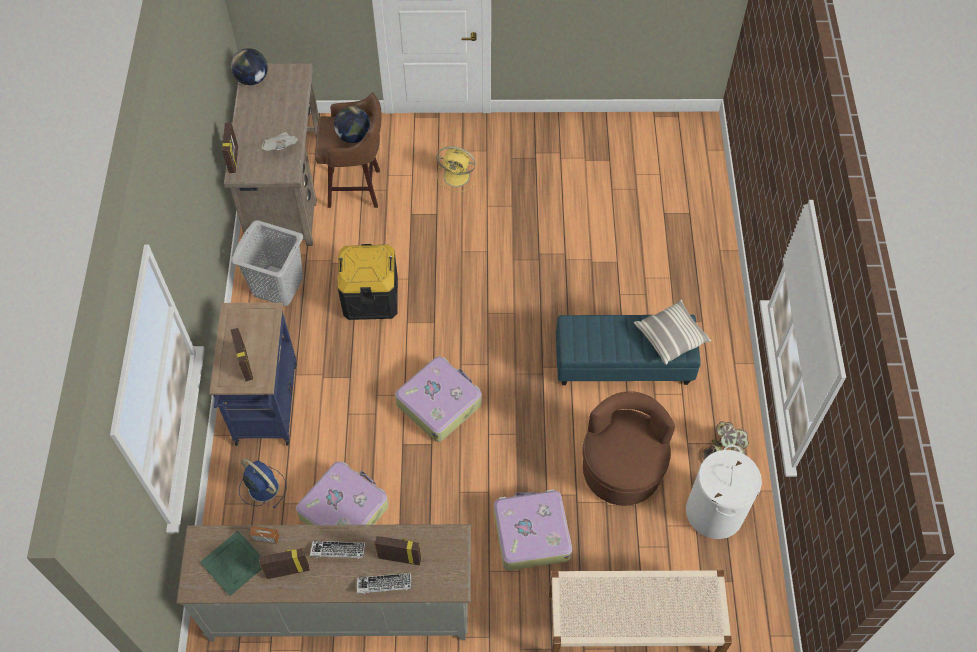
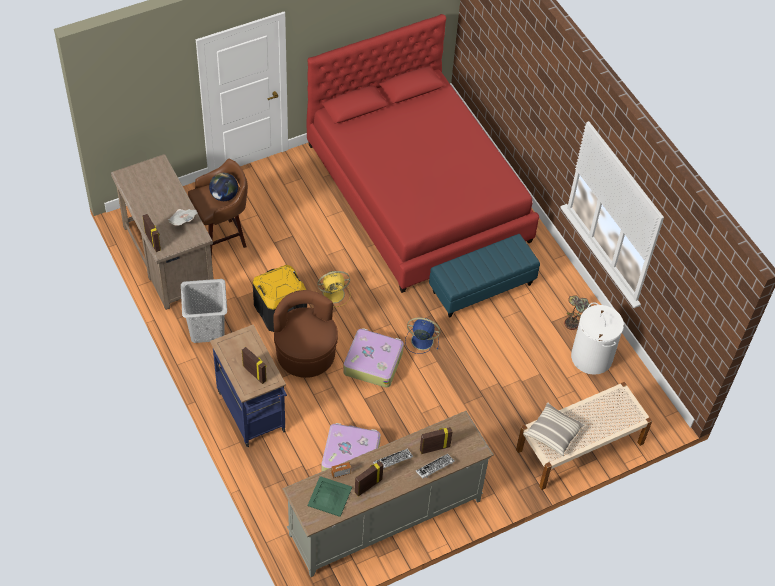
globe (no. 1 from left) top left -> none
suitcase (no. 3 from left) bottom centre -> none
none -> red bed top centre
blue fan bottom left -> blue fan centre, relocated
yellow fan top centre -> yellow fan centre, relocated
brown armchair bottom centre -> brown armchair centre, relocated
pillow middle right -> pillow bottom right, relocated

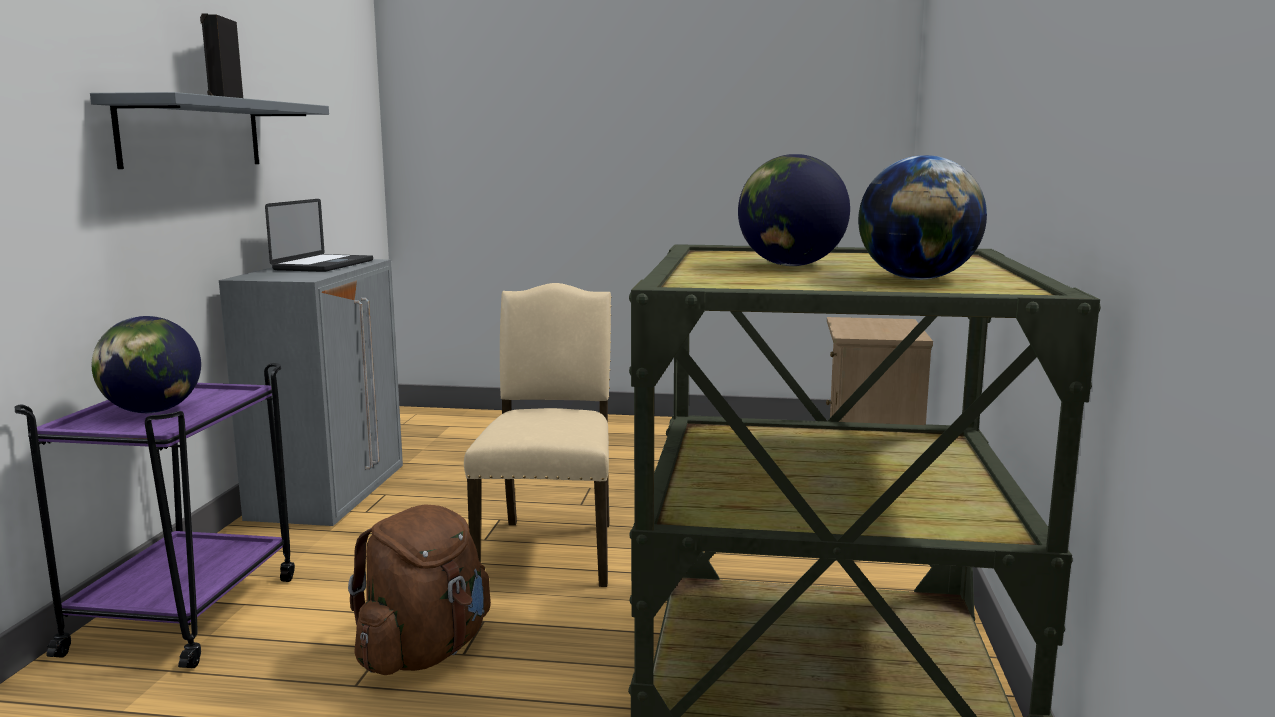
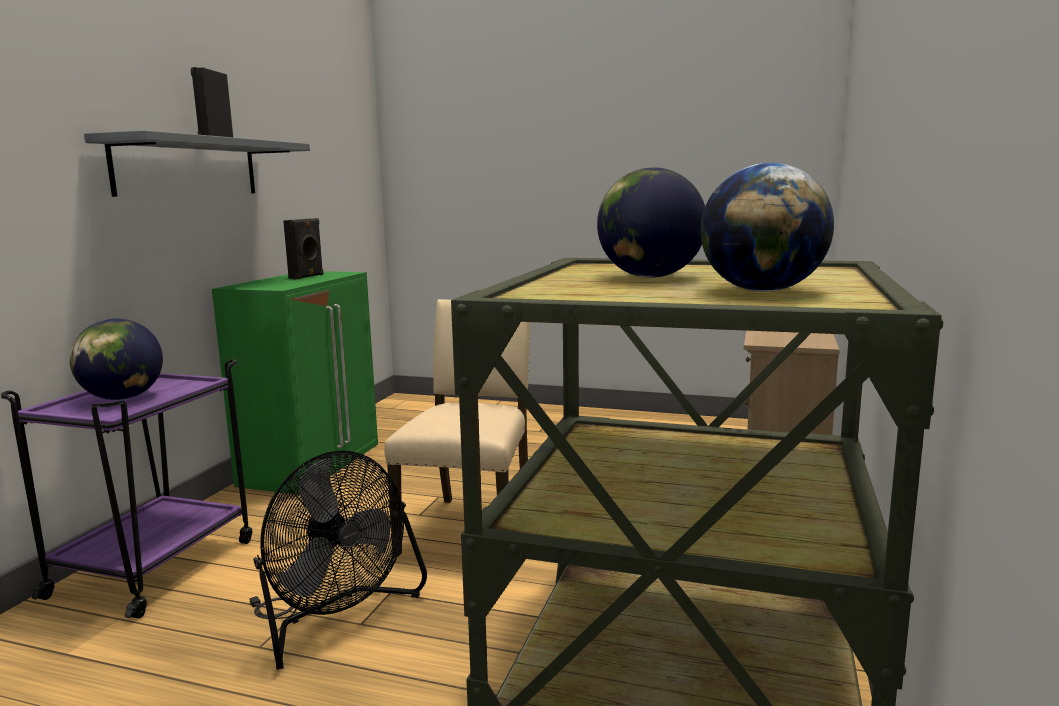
laptop top left -> black speaker (no. 2 from left) middle left
brown backpack bottom left -> black fan bottom left
grey cabinet middle left -> green cabinet middle left

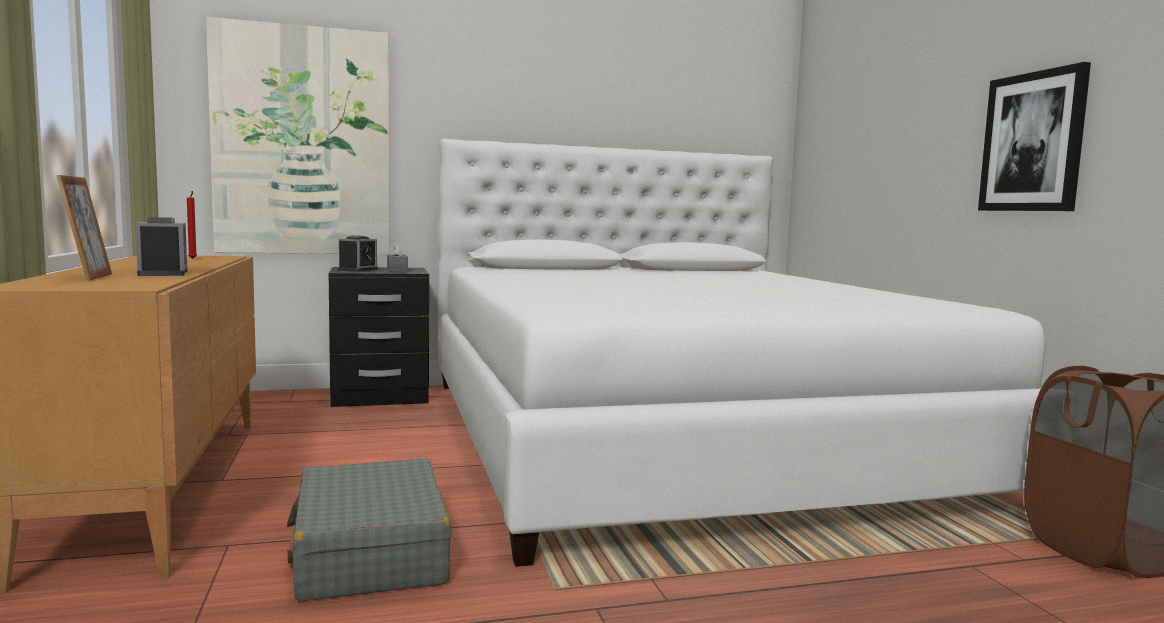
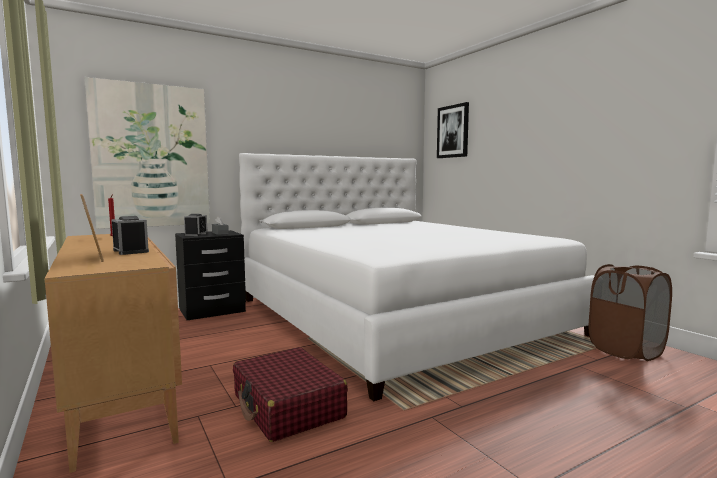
picture (no. 2 from left) top right -> picture (no. 2 from left) top centre, relocated
grey suitcase bottom left -> red suitcase bottom centre

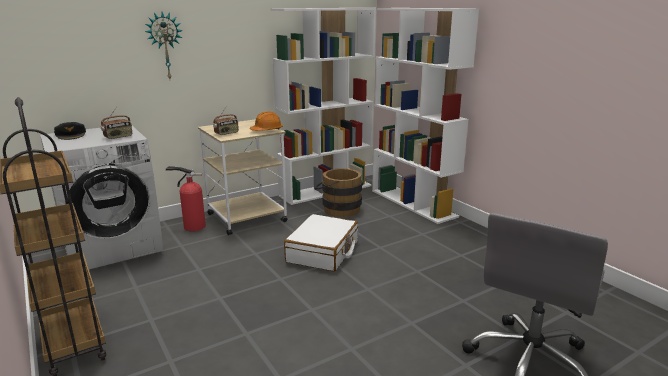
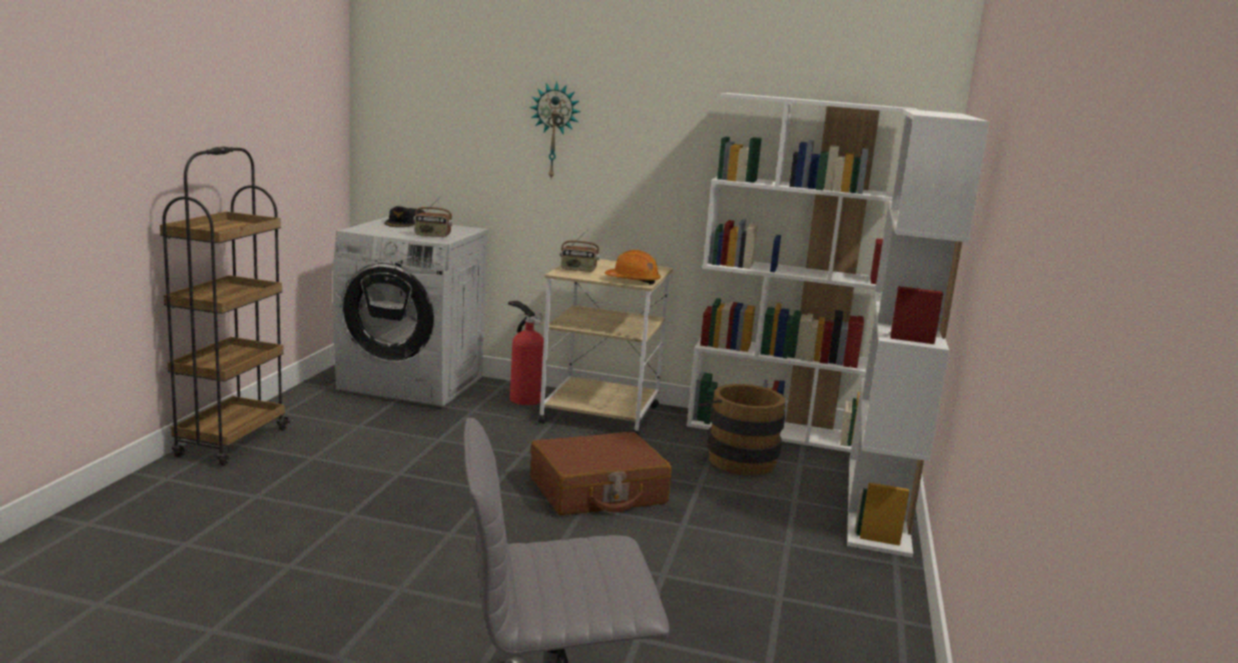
white suitcase centre -> brown suitcase bottom centre

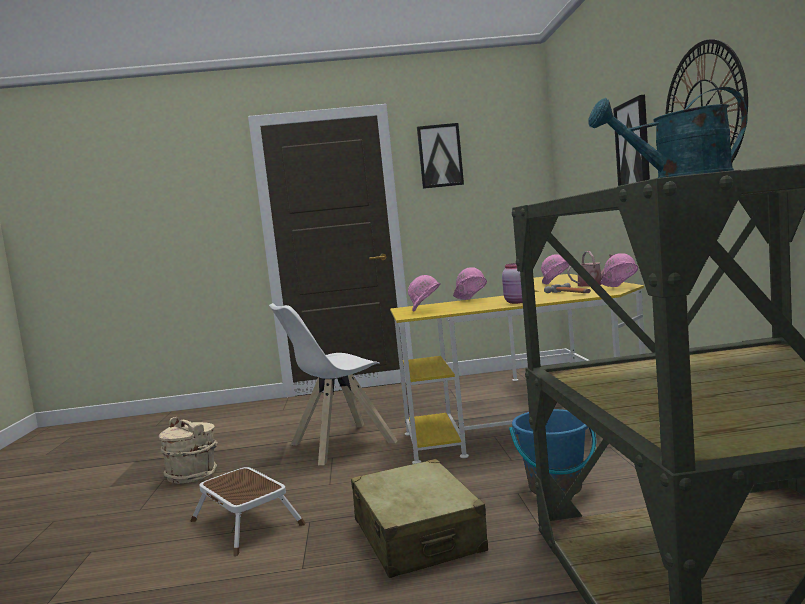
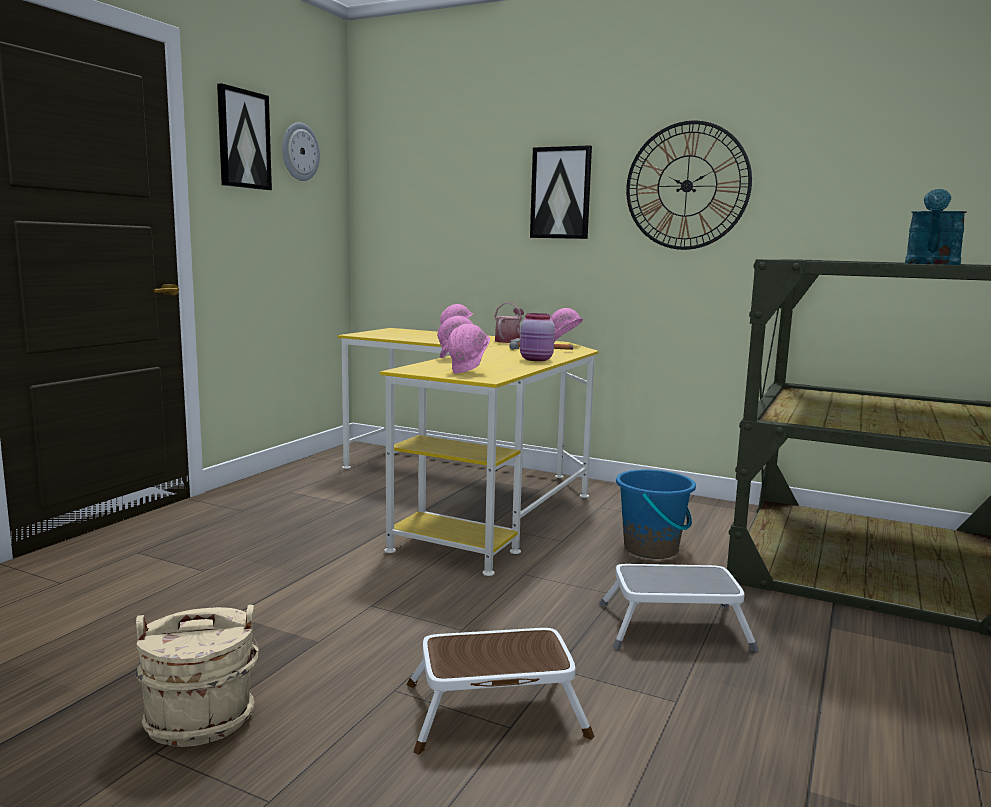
white chair centre -> none
none -> wall clock (no. 1 from left) top left
beige suitcase bottom centre -> grey step ladder bottom right

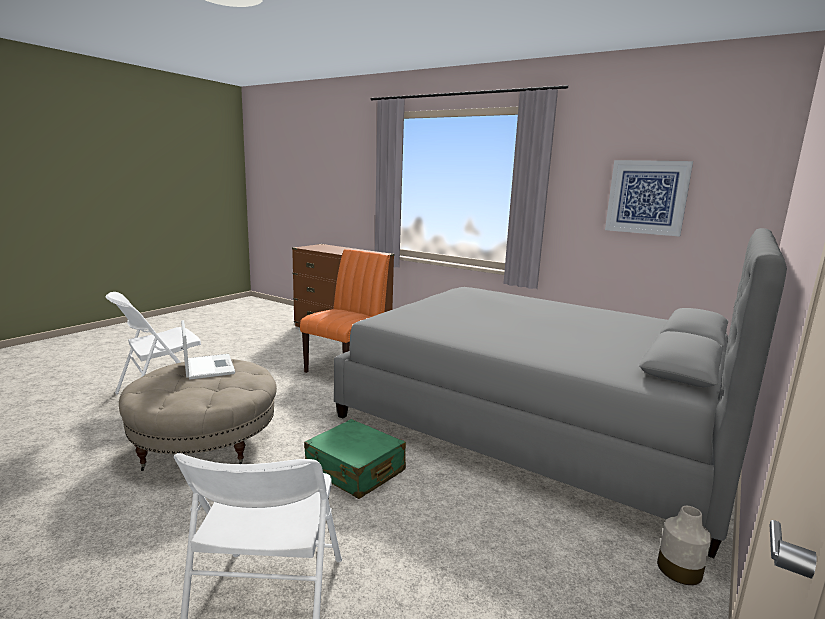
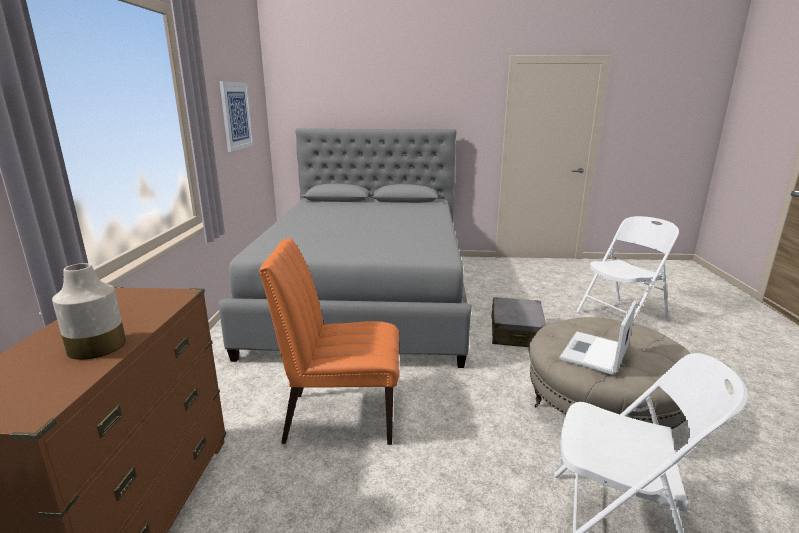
beige vase bottom right -> beige vase middle left, relocated
green suitcase bottom centre -> grey suitcase centre

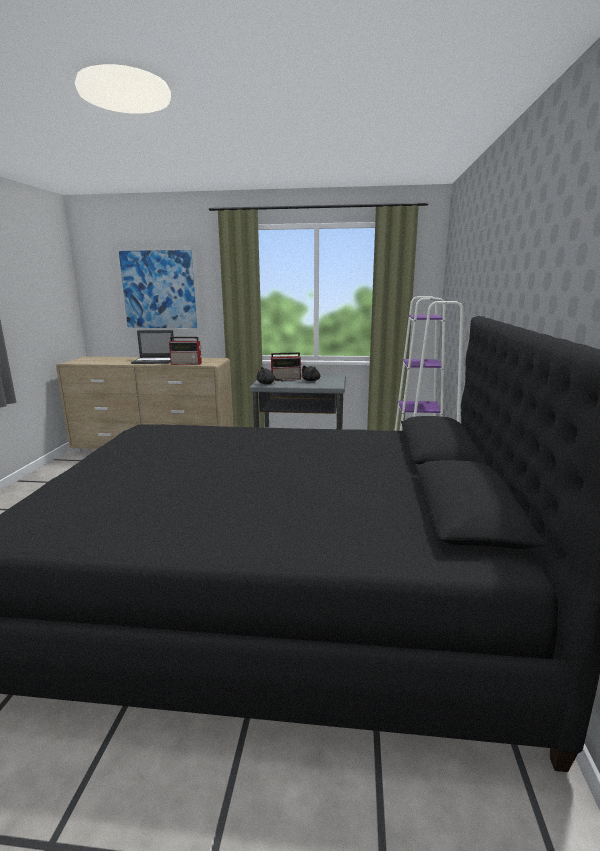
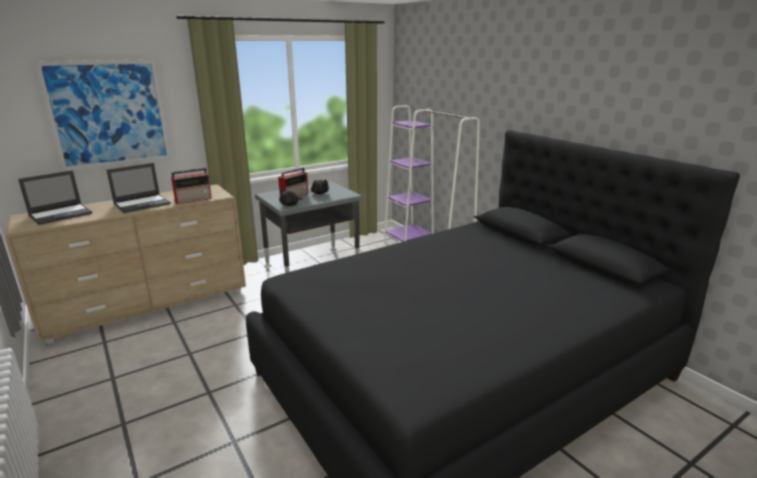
none -> laptop (no. 1 from left) middle left

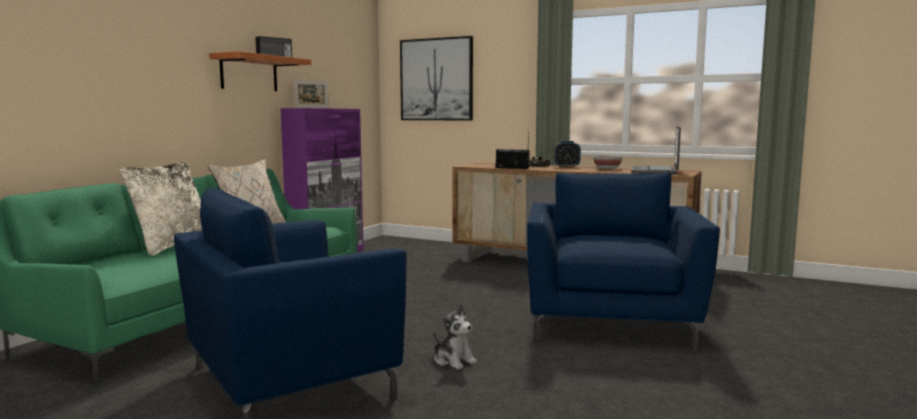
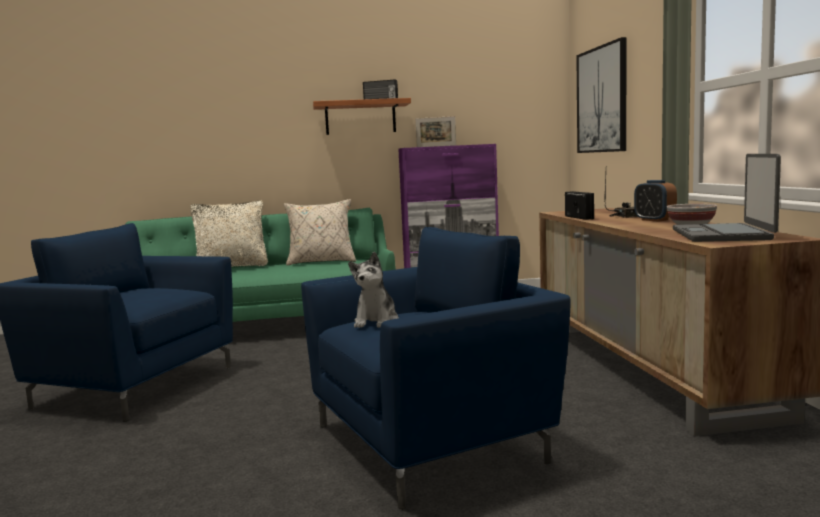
plush toy bottom centre -> plush toy centre, relocated
laptop middle right, 60 degrees counterclockwise

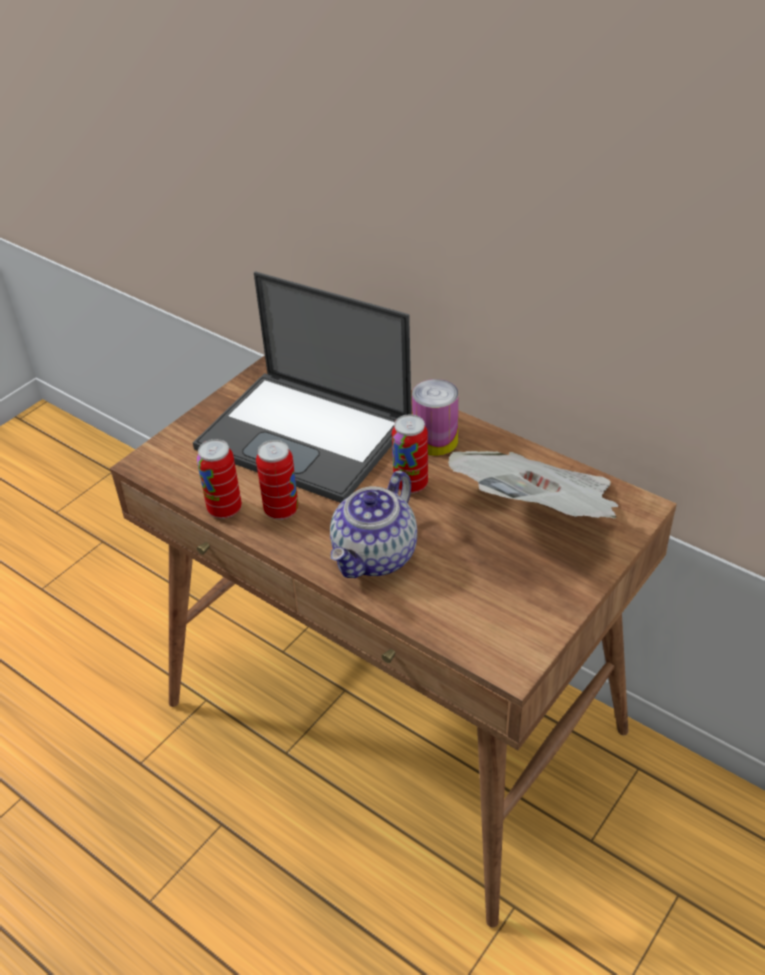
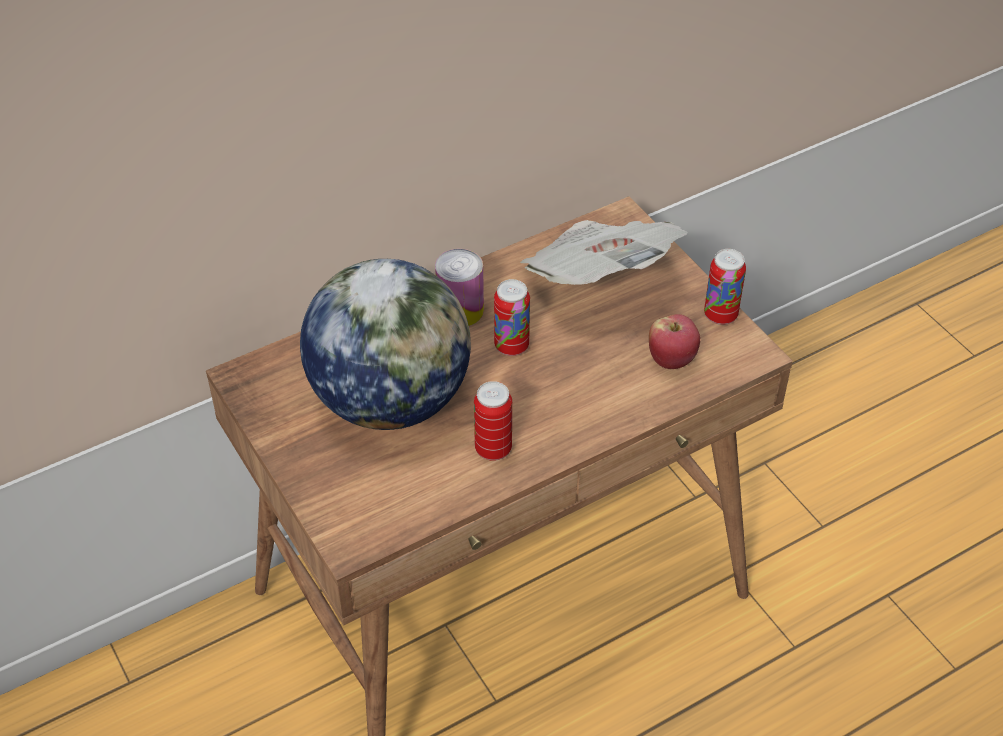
teapot centre -> none
none -> apple middle right
can (no. 1 from left in the first image) middle left -> can (no. 4 from left) middle right, relocated
laptop centre -> globe centre

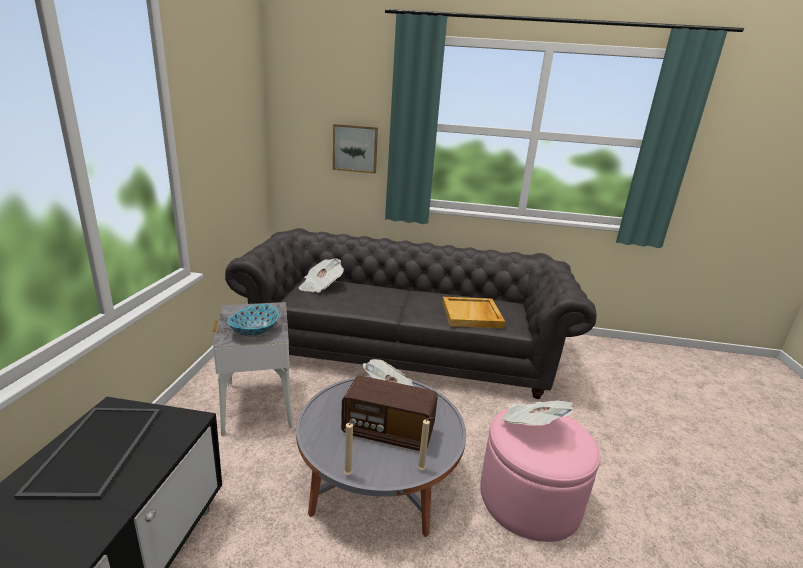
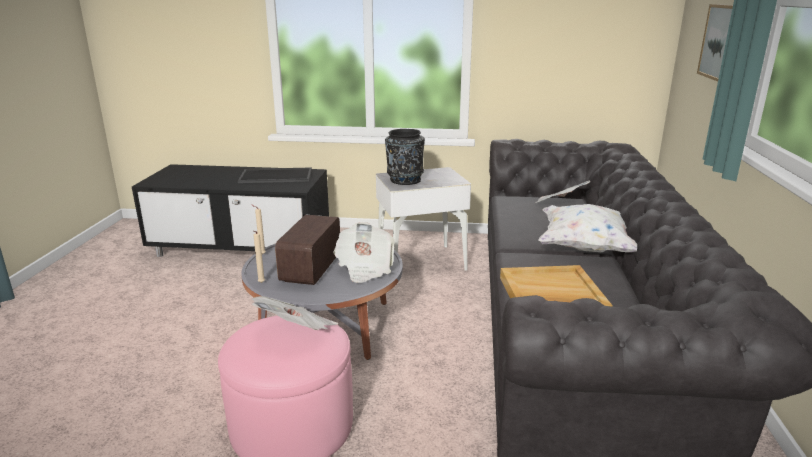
none -> white pillow middle right
bowl middle left -> black vase centre

